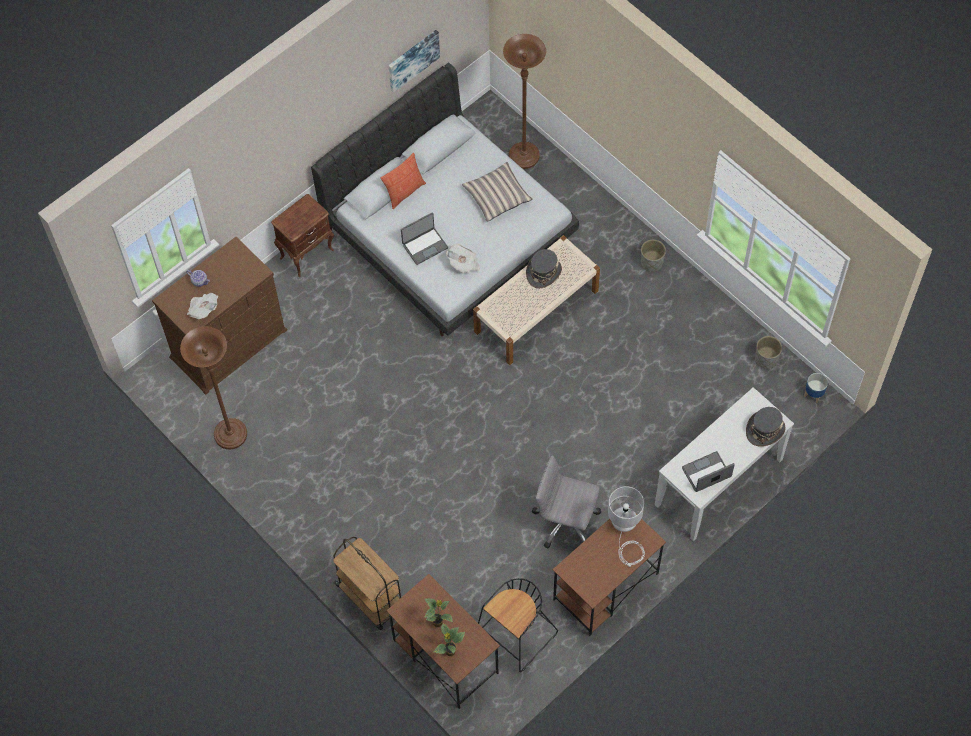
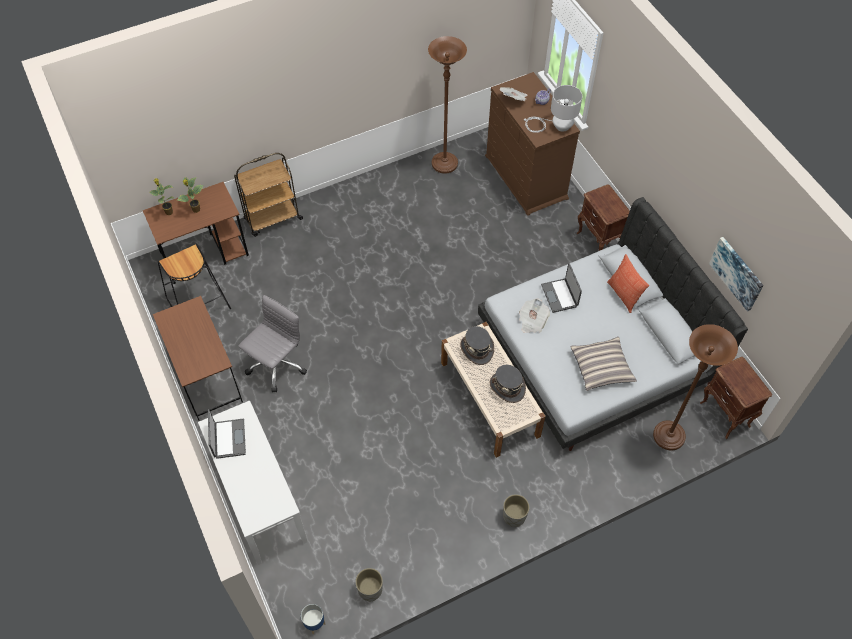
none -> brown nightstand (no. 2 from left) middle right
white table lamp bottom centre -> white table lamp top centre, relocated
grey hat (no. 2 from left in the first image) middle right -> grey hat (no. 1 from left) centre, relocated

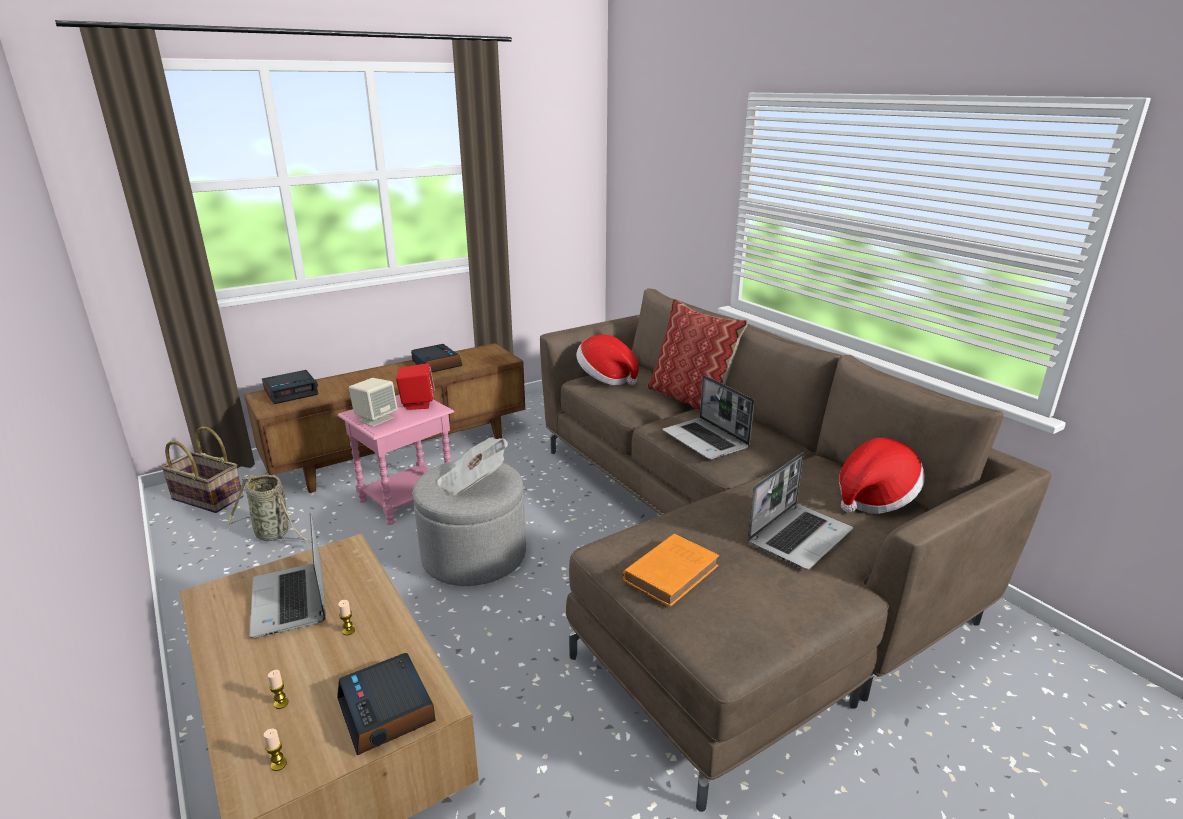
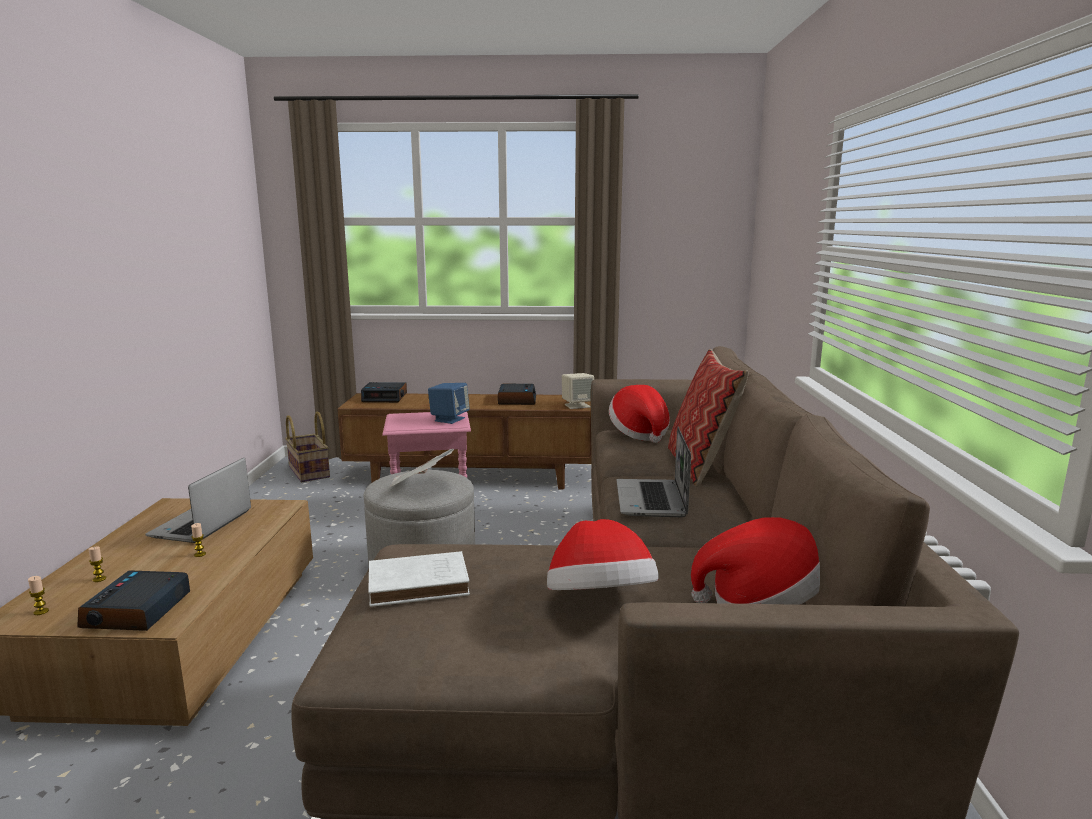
basket (no. 2 from left) middle left -> none
beige speaker middle left -> beige speaker centre, relocated
laptop (no. 3 from left) middle right -> hat (no. 1 from left) bottom centre
red speaker centre -> blue speaker centre
orange book bottom centre -> white book bottom centre

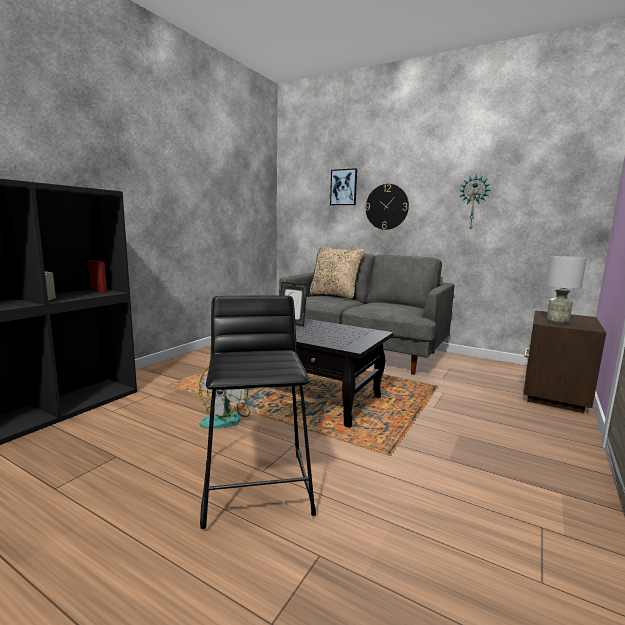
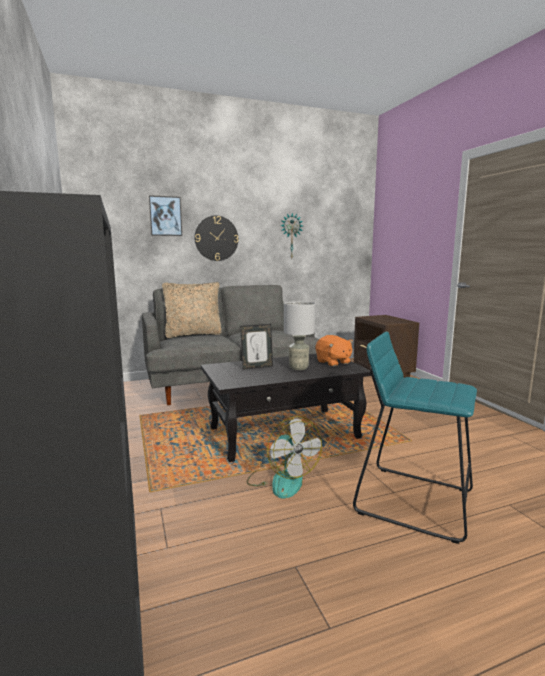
none -> orange plush toy centre
grey table lamp middle right -> grey table lamp centre, relocated
black stool centre -> turquoise stool middle right

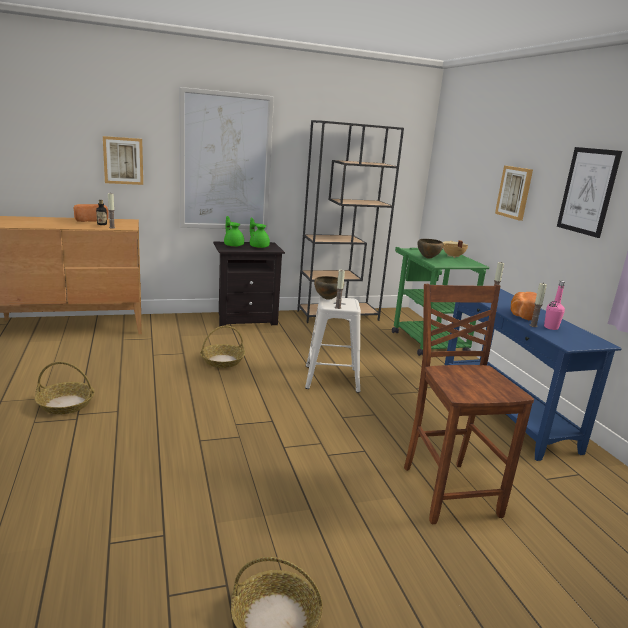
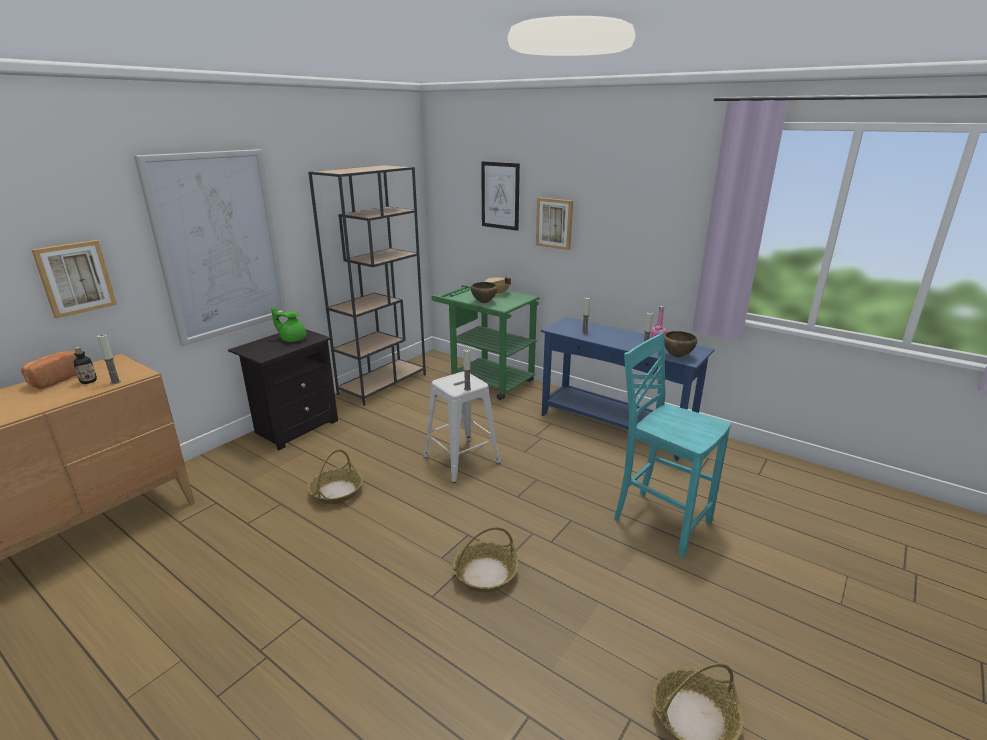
green teapot (no. 1 from left) centre -> none
bread (no. 2 from left) middle right -> none
basket (no. 1 from left in the first image) middle left -> basket (no. 2 from left) bottom centre, relocated
brown bowl (no. 1 from left in the first image) centre -> brown bowl (no. 2 from left) middle right, relocated
picture (no. 4 from left in the first image) top right -> picture (no. 3 from left) top centre, relocated
brown chair middle right -> turquoise chair middle right

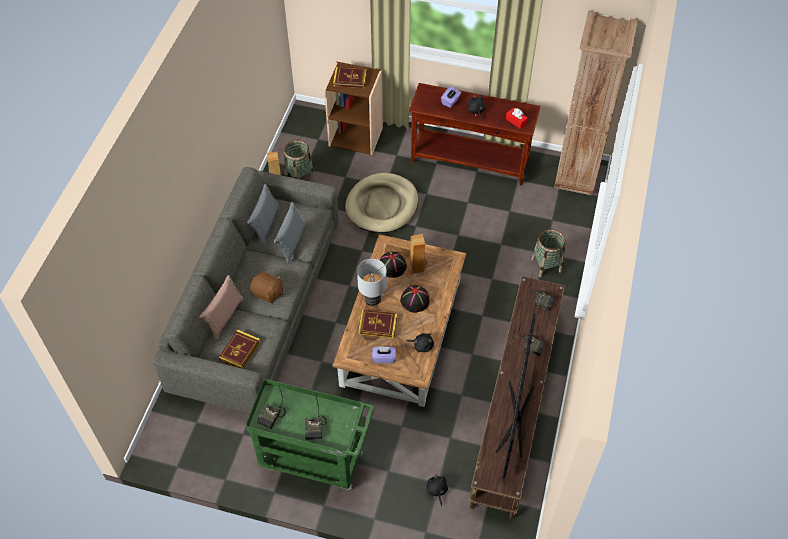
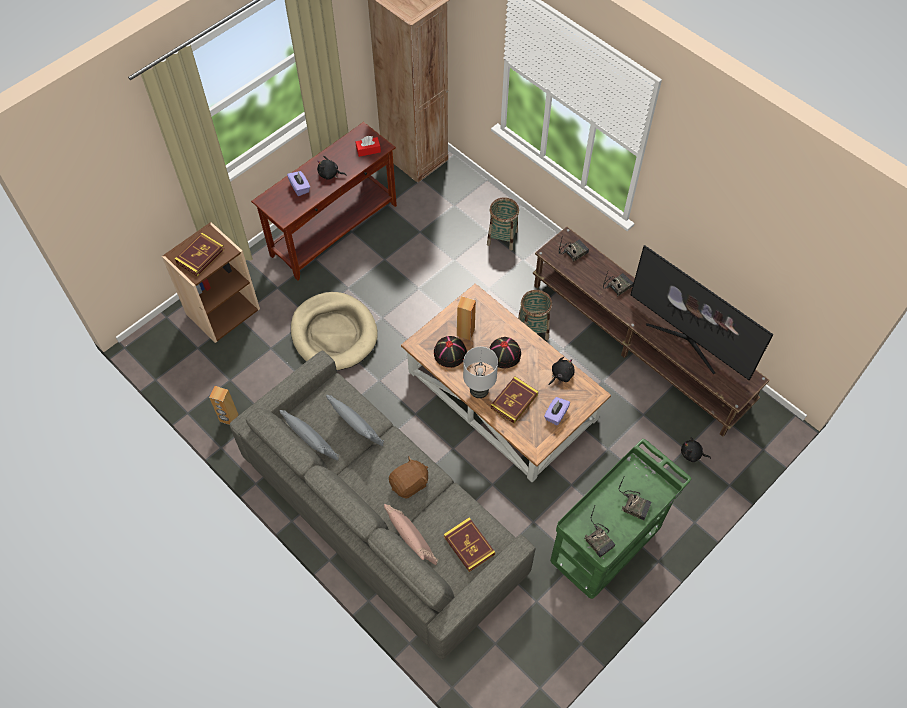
basket (no. 1 from left in the first image) top centre -> basket (no. 2 from left) centre, relocated

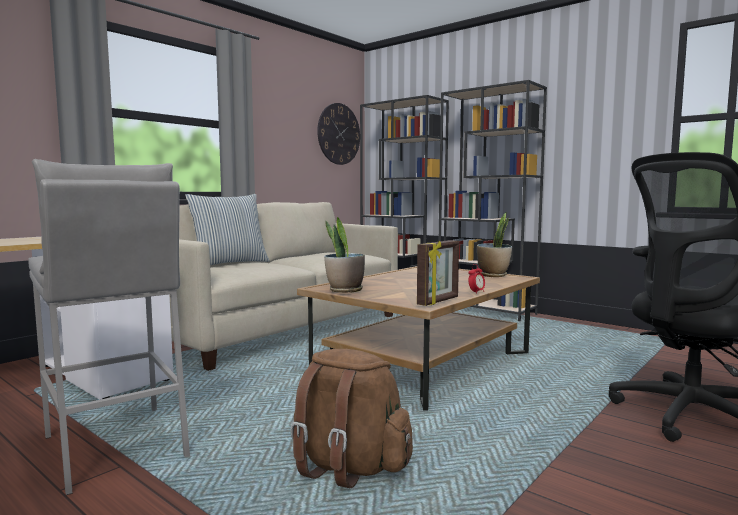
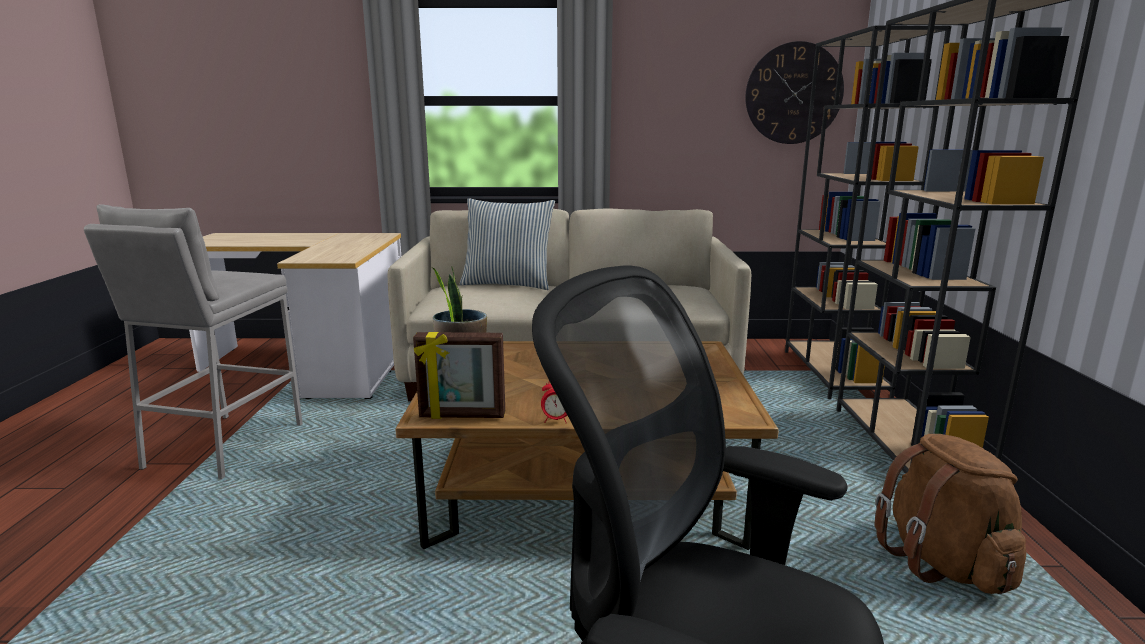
potted plant (no. 2 from left) middle right -> none
brown backpack bottom centre -> brown backpack bottom right, relocated

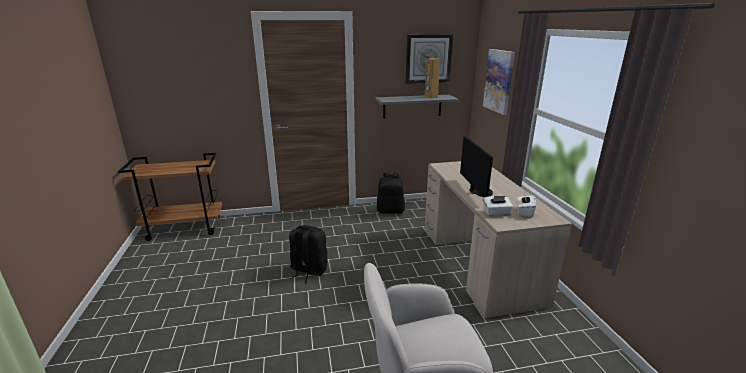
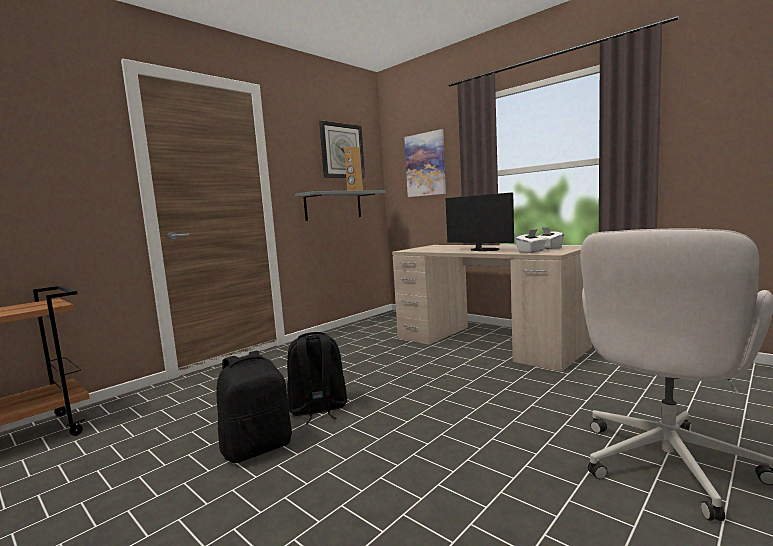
black backpack (no. 2 from left in the first image) centre -> black backpack (no. 1 from left) bottom left, relocated

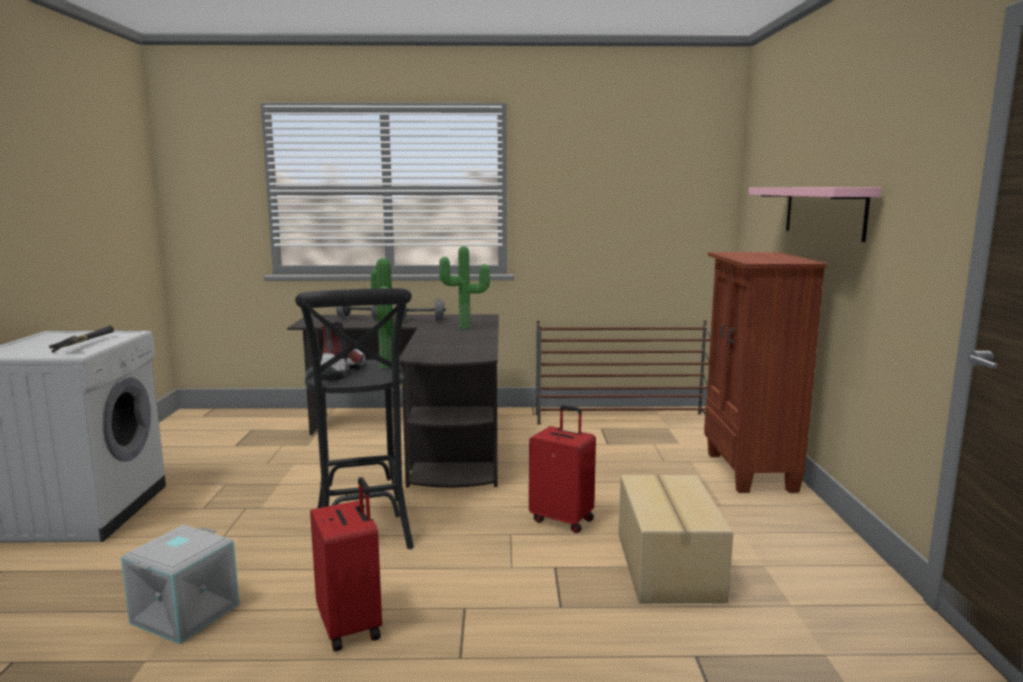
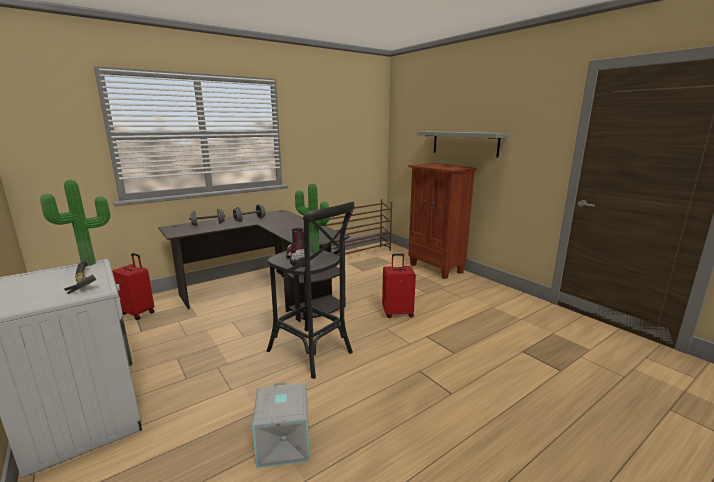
cardboard box bottom centre -> none
red suitcase (no. 1 from left) bottom centre -> red suitcase (no. 1 from left) middle left, relocated
potted plant (no. 2 from left in the first image) centre -> potted plant (no. 1 from left) middle left, relocated
pink shelf top right -> grey shelf top centre

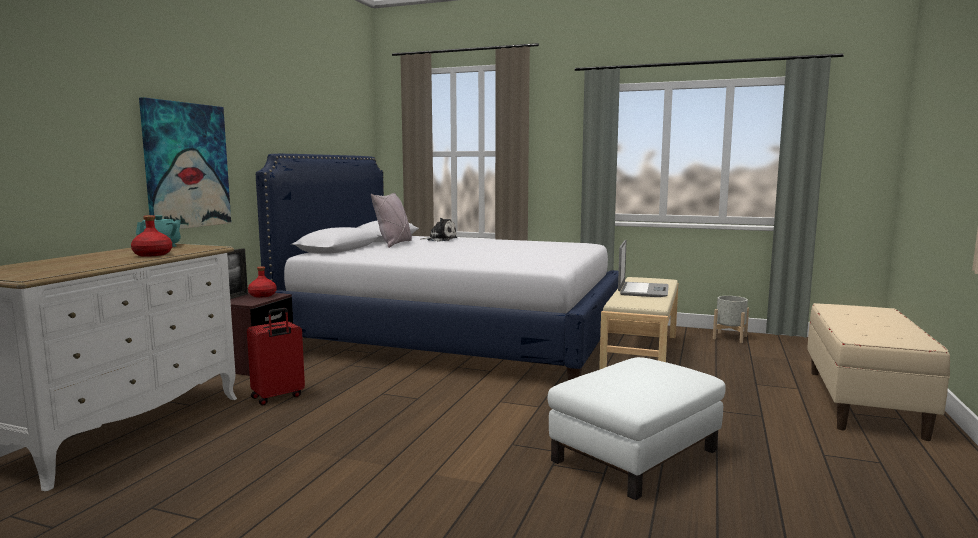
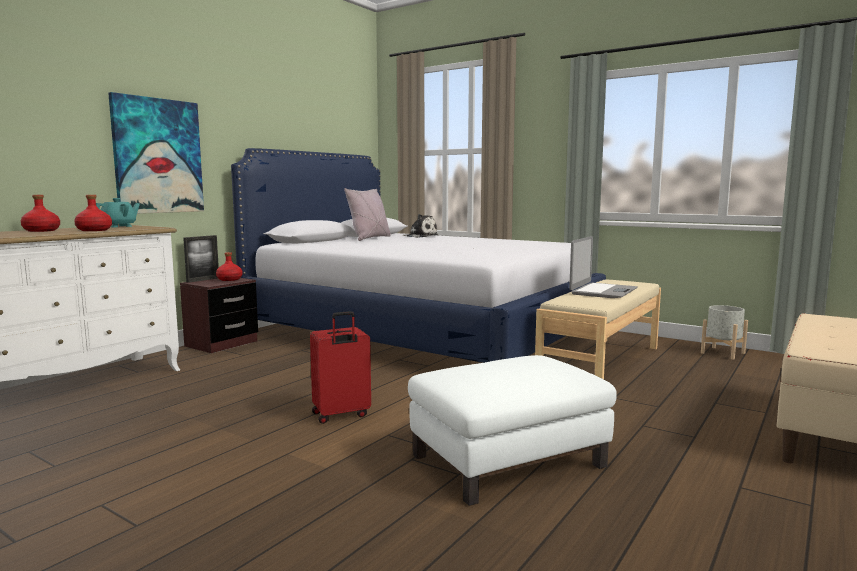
none -> red bottle (no. 1 from left) middle left
red suitcase middle left -> red suitcase centre, relocated

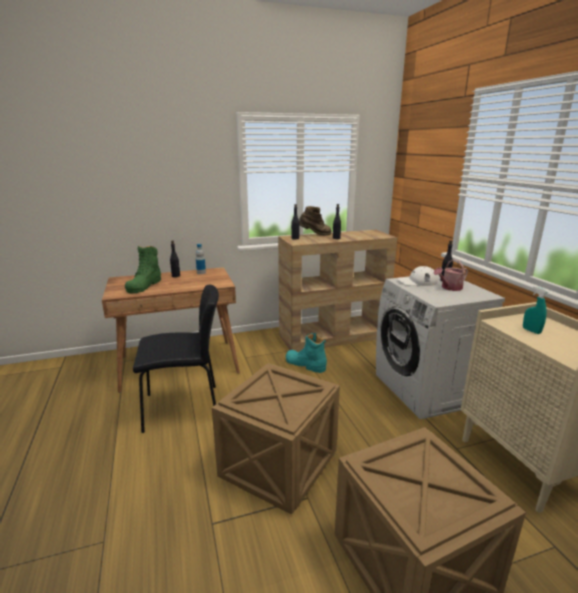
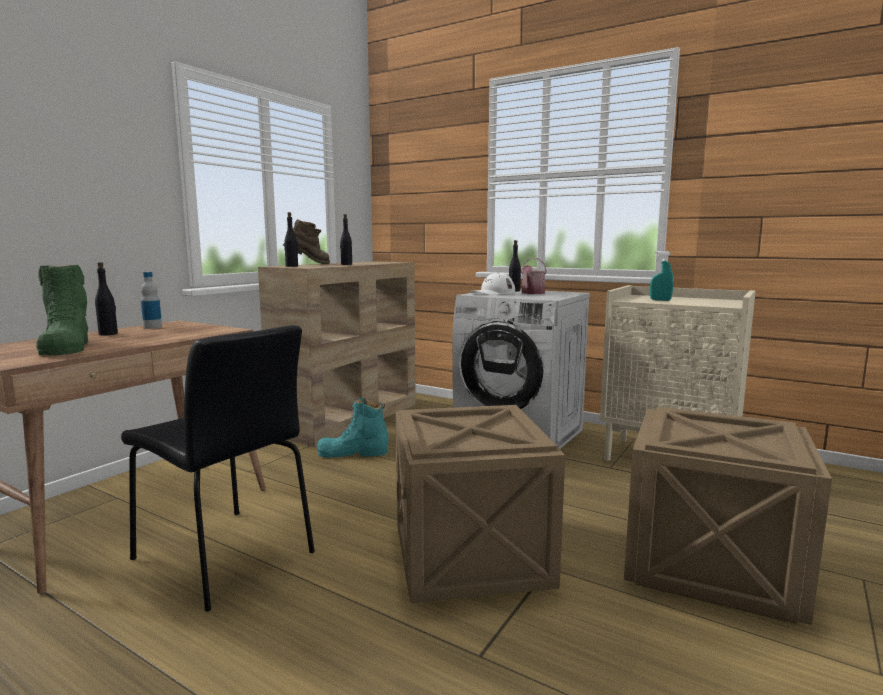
black chair middle left -> black chair bottom left, 90 degrees clockwise

